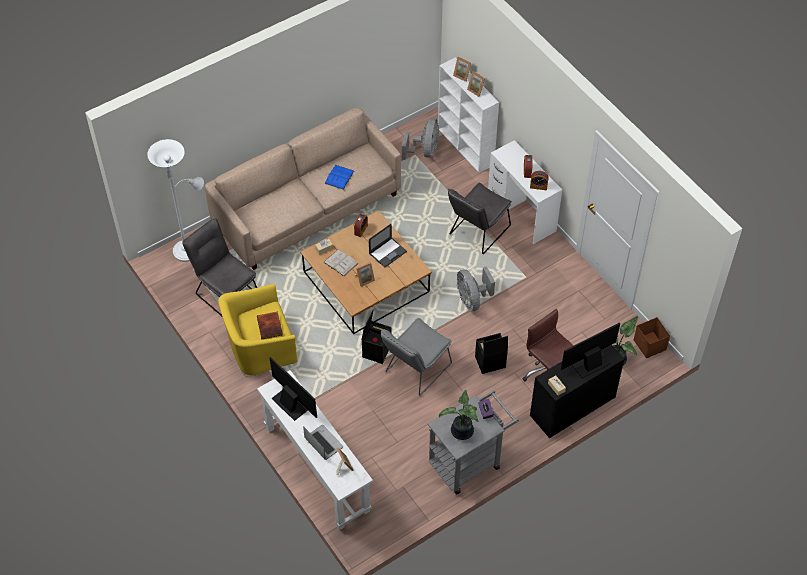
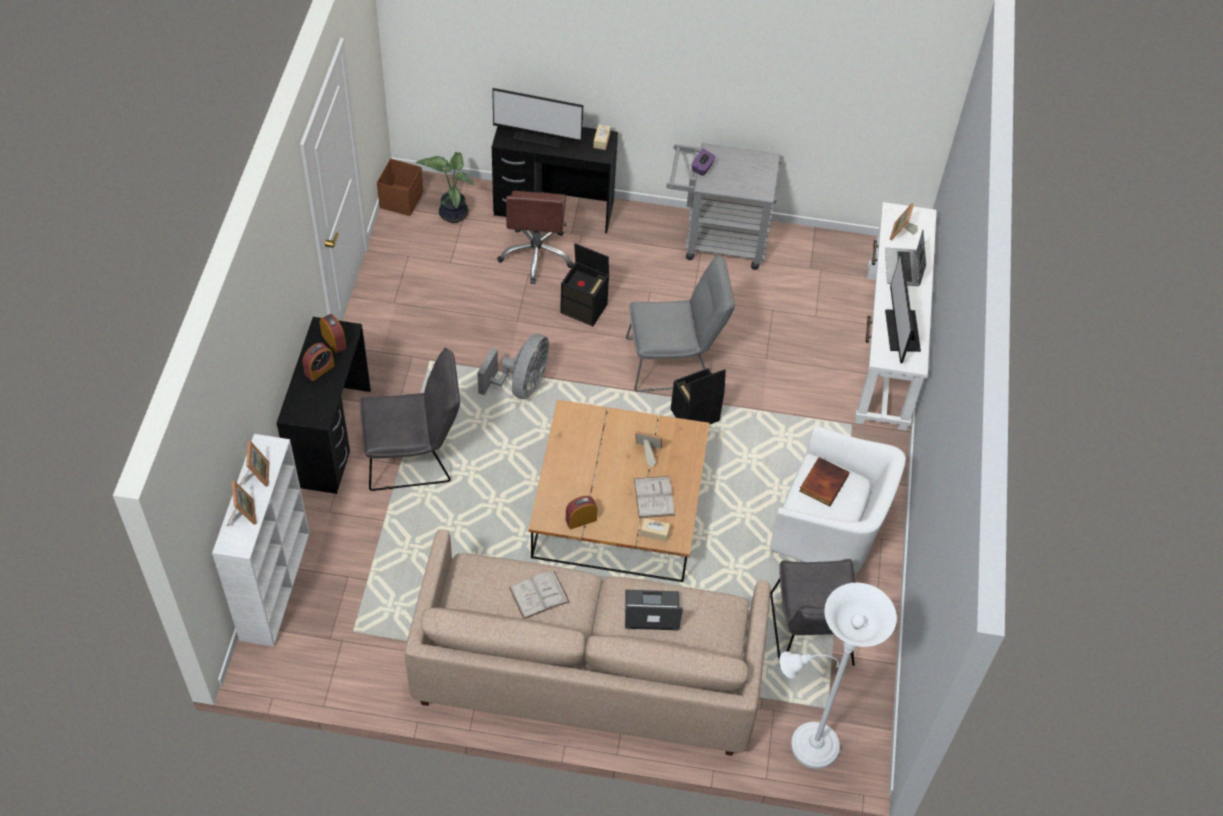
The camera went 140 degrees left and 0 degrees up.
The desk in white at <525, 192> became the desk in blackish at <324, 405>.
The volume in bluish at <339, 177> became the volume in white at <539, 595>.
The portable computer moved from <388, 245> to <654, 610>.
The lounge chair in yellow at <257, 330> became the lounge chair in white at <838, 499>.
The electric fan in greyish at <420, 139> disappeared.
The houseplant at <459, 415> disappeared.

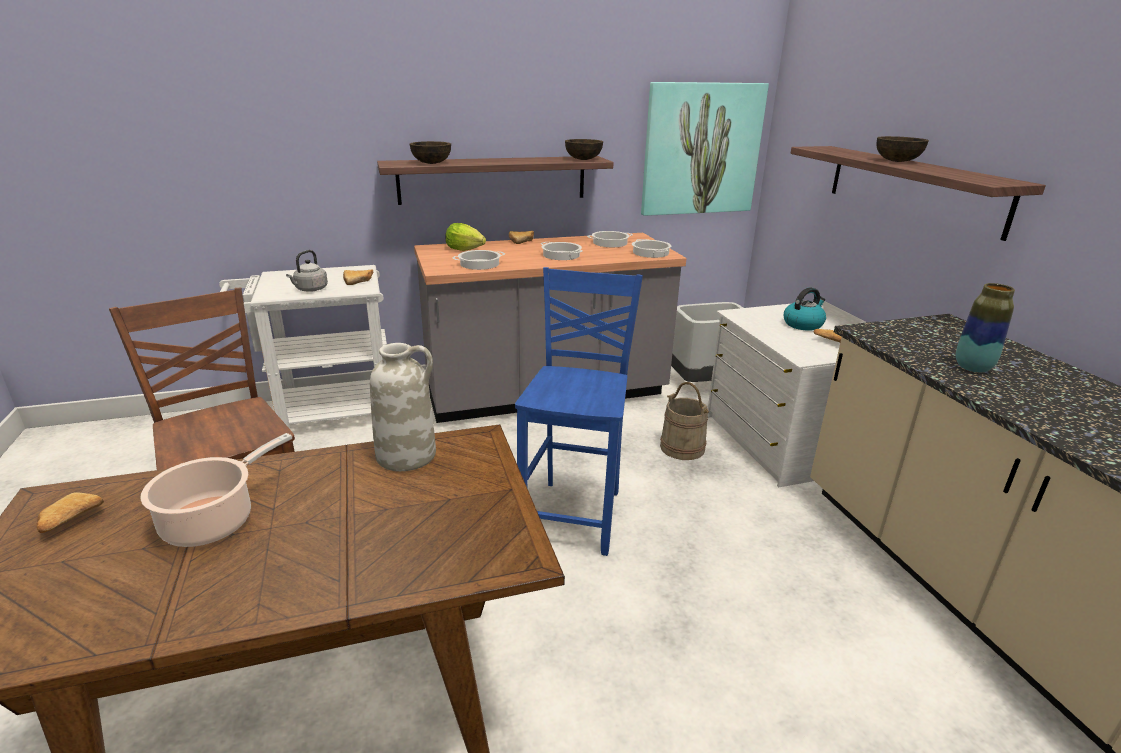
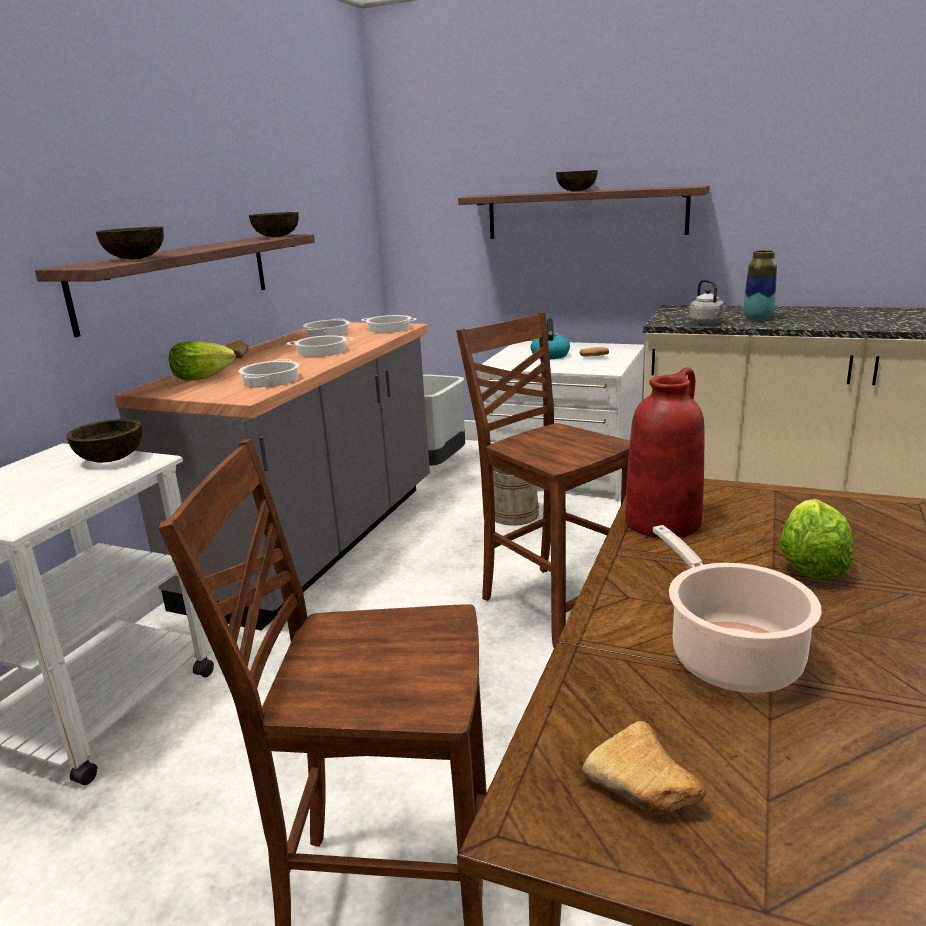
The camera went 50 degrees left and 5 degrees down.
The bakery bread at <358, 277> was replaced by the deep dish in brownish at <104, 441>.
The plain chair in bluish at <579, 411> became the plain chair in brownish at <543, 480>.
The decorative vase in white at <403, 407> became the decorative vase in reddish at <664, 452>.
The water kettle in greyish moved from <307, 271> to <707, 301>.
The lettuce head at <817, 539> appeared.
The wall art at <705, 149> disappeared.

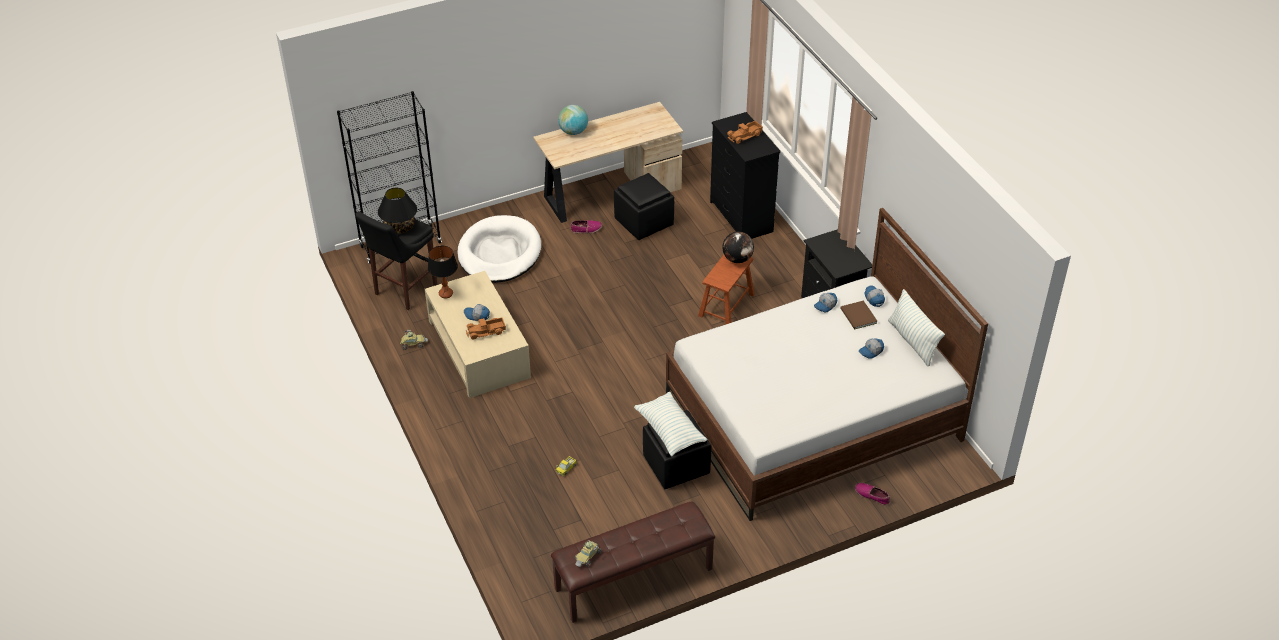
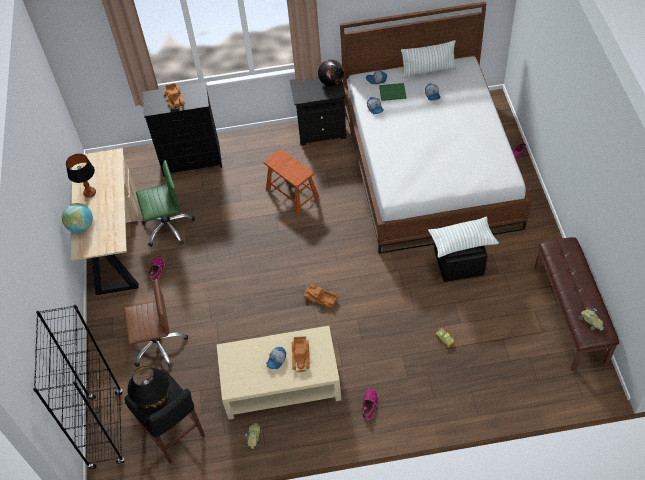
The camera went 70 degrees left and 10 degrees up.
The table lamp moved from <443, 272> to <81, 176>.
The dog bed in white at <499, 249> was replaced by the office chair in brownish at <156, 323>.
The footrest in blackish at <644, 206> was replaced by the office chair in greenish at <165, 203>.
The model truck at <321, 296> appeared.
The desk globe moved from <738, 247> to <331, 73>.
The shoe at <370, 404> appeared.
The volume in brownish at <858, 314> became the volume in greenish at <392, 92>.

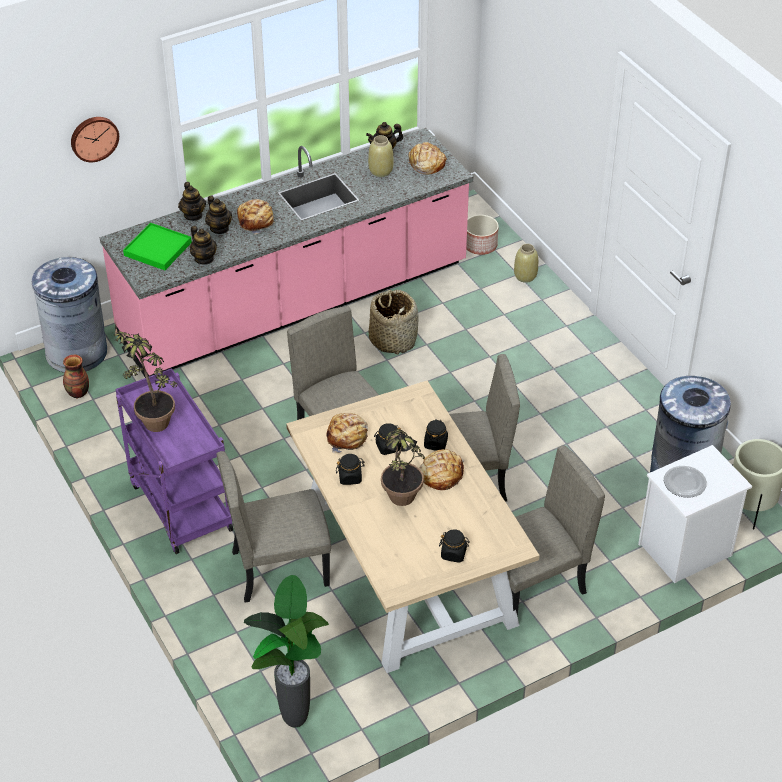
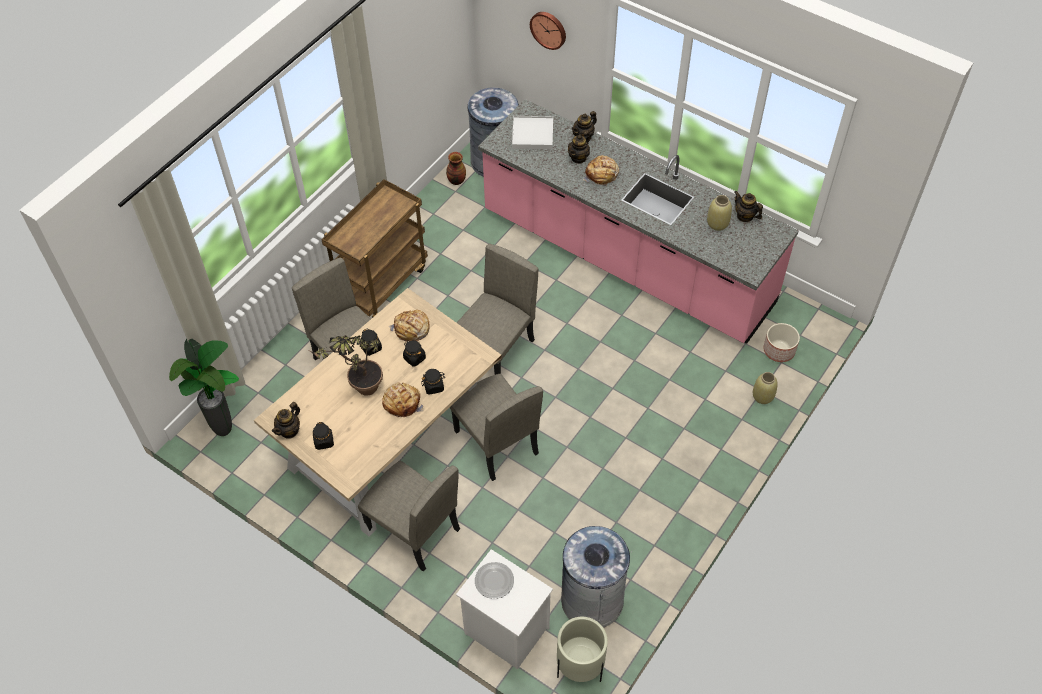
The camera went 65 degrees right and 10 degrees up.
The tea pot moved from <203, 245> to <286, 420>.
The wheeled cart in purple-coloured at <175, 461> became the wheeled cart in brownish at <374, 248>.
The tray in greenish at <157, 246> became the tray in white at <532, 132>.
The houseplant at <145, 376> disappeared.
The basket at <394, 322> disappeared.
The bakery bread at <427, 158> disappeared.

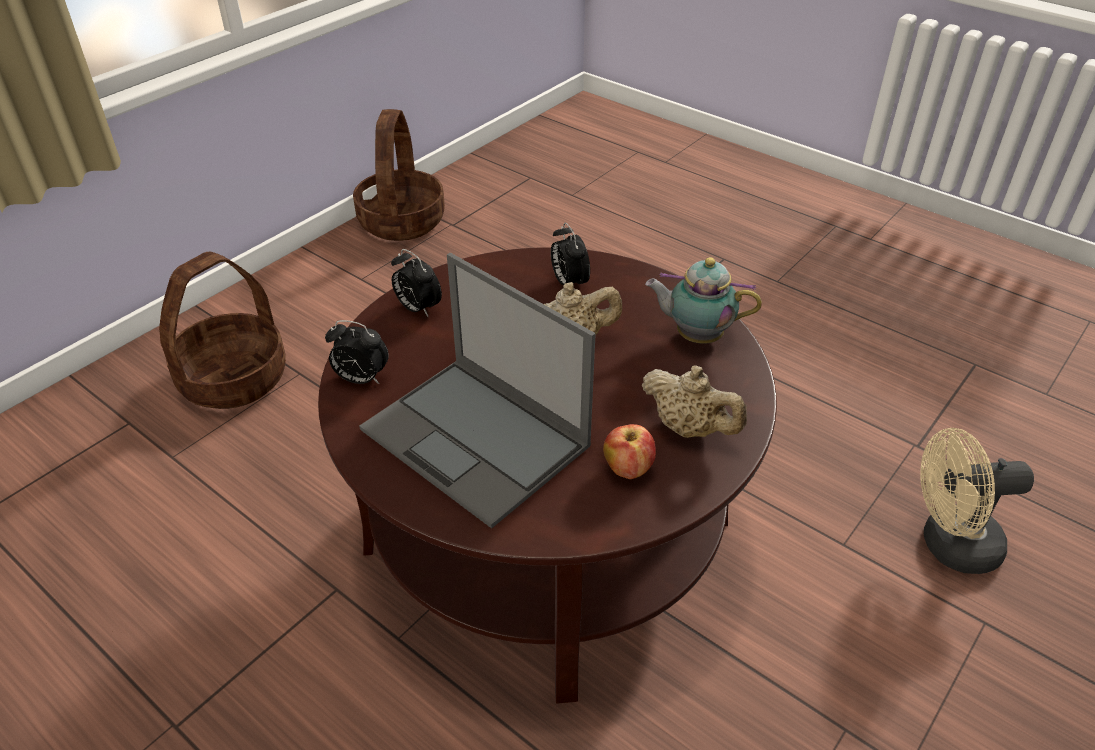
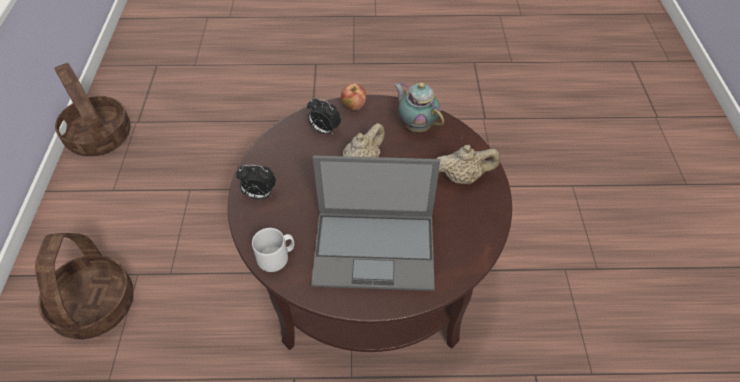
The camera went 40 degrees left and 10 degrees up.
The alarm clock at <357, 352> was replaced by the tea mug in greyish at <273, 250>.
The apple fruit moved from <629, 451> to <353, 97>.
The tea pot at <703, 300> turned 75 degrees clockwise.
The electric fan in sand-coloured at <977, 501> disappeared.

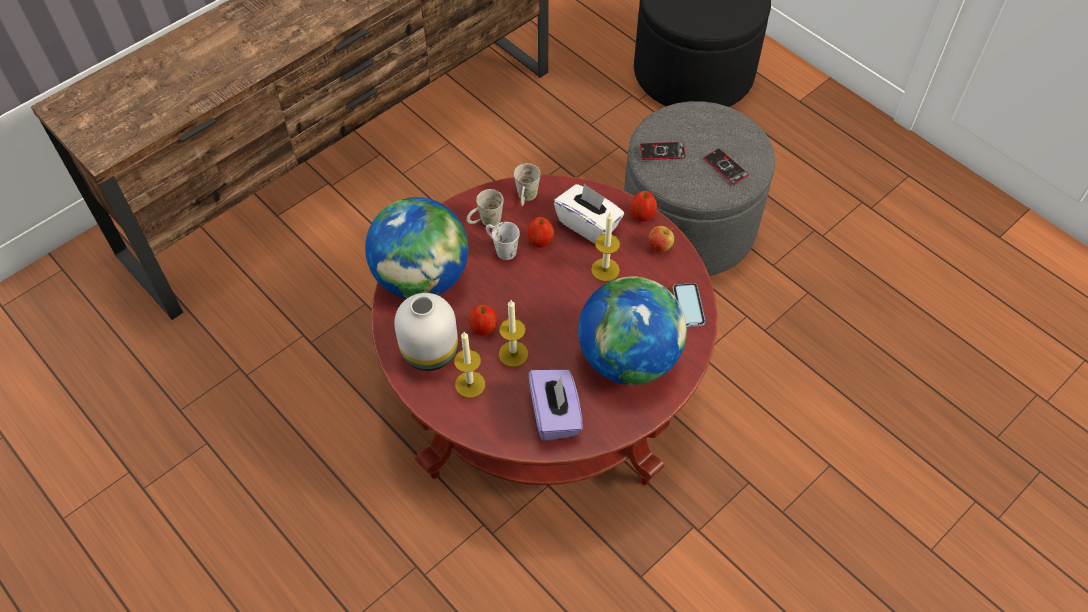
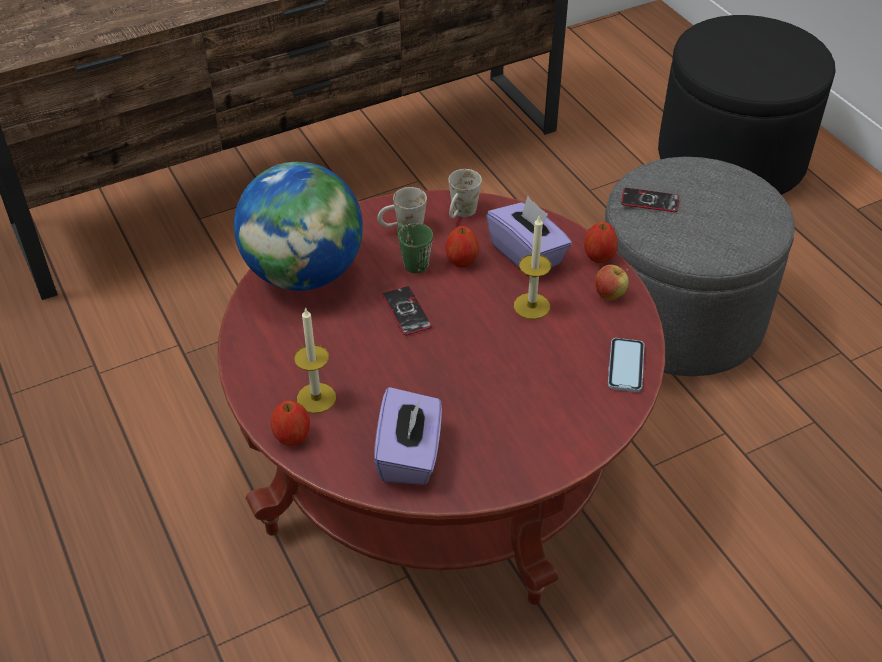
The camera went 15 degrees right and 10 degrees down.
The apple fruit moved from <483, 320> to <290, 423>.
The handset moved from <726, 166> to <407, 310>.
The tea mug in white at <503, 241> became the tea mug in greenish at <415, 248>.
The box of tissues in white at <589, 213> became the box of tissues in purple-coloured at <529, 236>.
The decorative vase in white at <426, 332> disappeared.
The candle at <513, 333> disappeared.
The desk globe at <632, 330> disappeared.

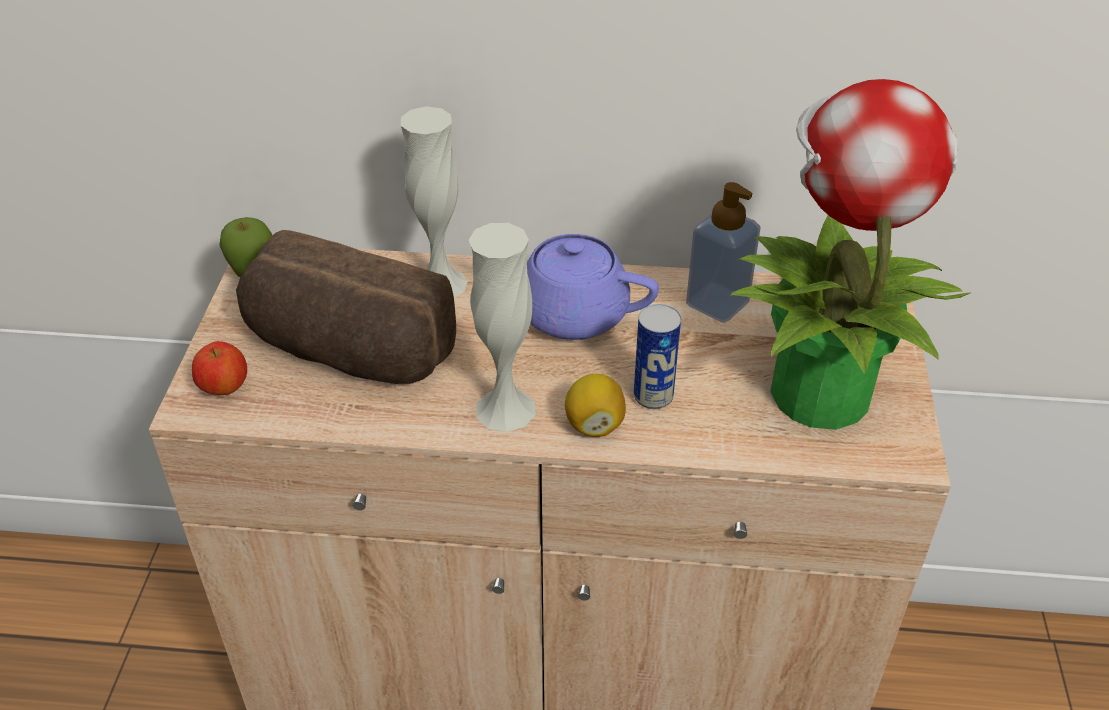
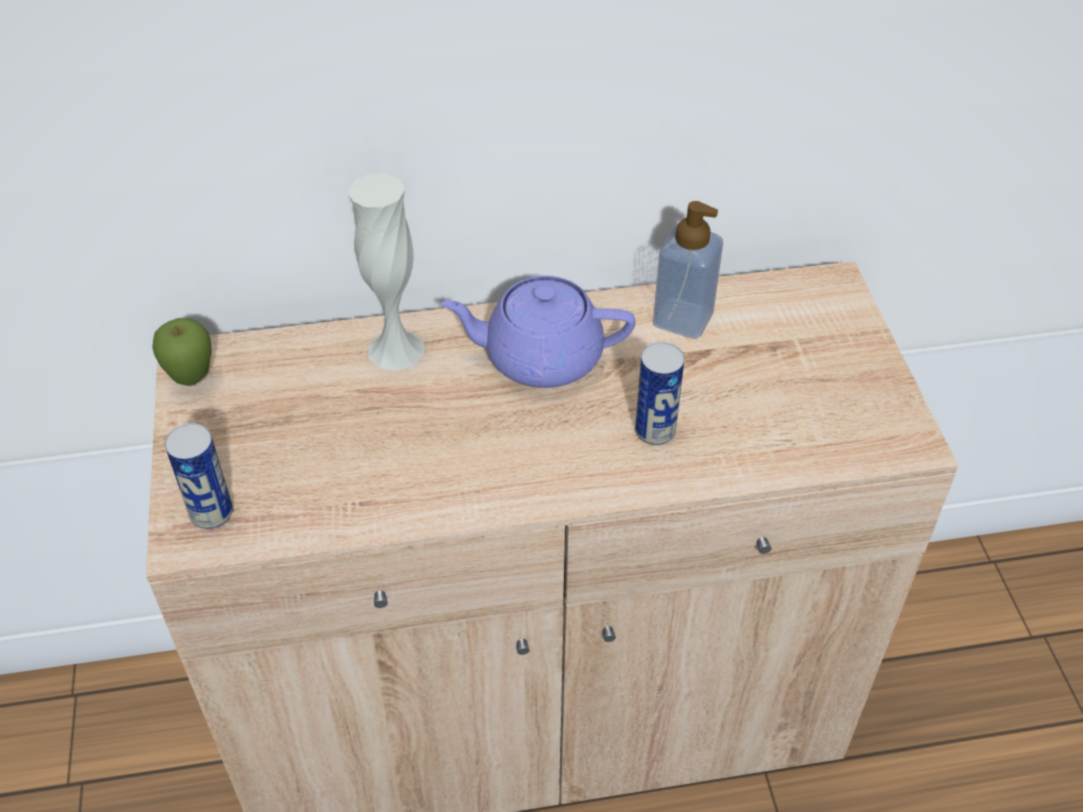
The camera went 15 degrees left and 5 degrees up.
The apple fruit at <219, 368> was replaced by the metal can at <199, 476>.
The bakery bread at <346, 307> disappeared.
The decorative vase in white at <502, 327> disappeared.
The whole lemon at <595, 405> disappeared.
The houseplant at <851, 254> disappeared.

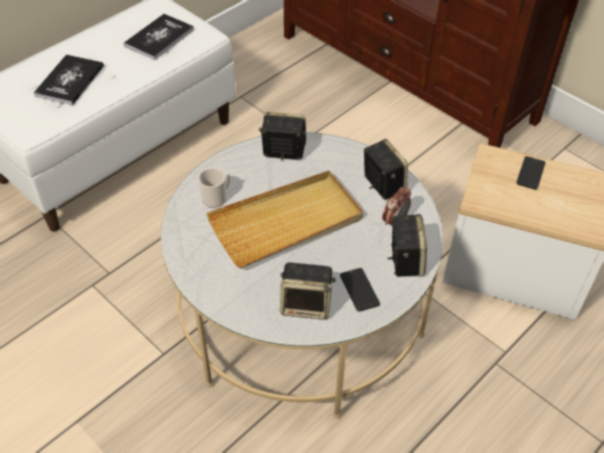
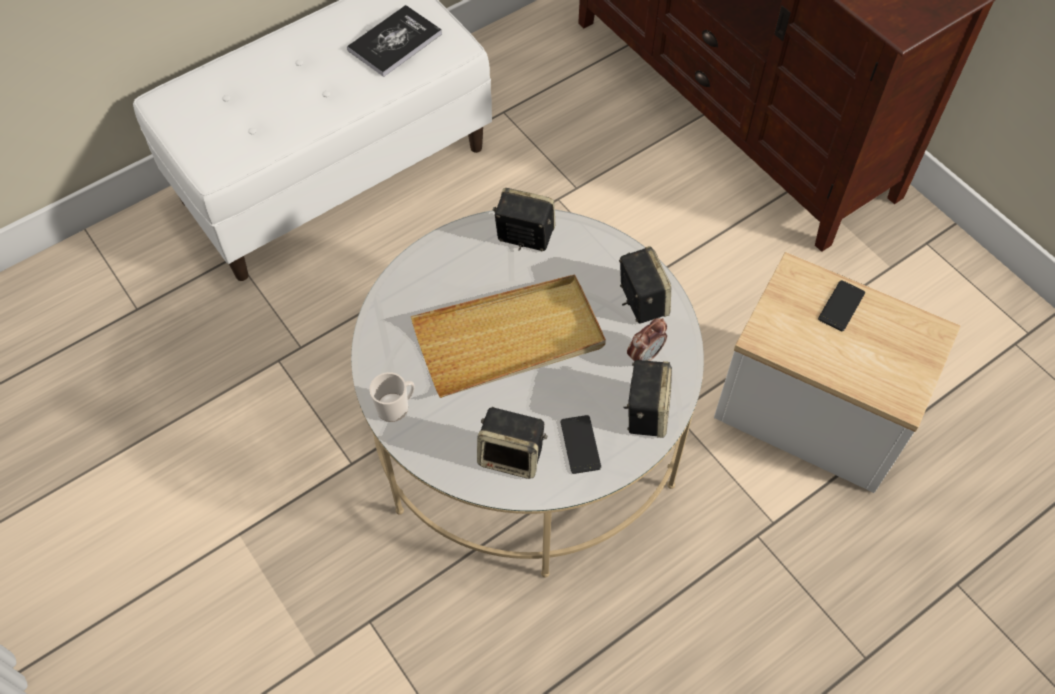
The camera went 10 degrees right and 10 degrees up.
The tea mug moved from <214, 188> to <392, 397>.
The volume at <69, 80> disappeared.

